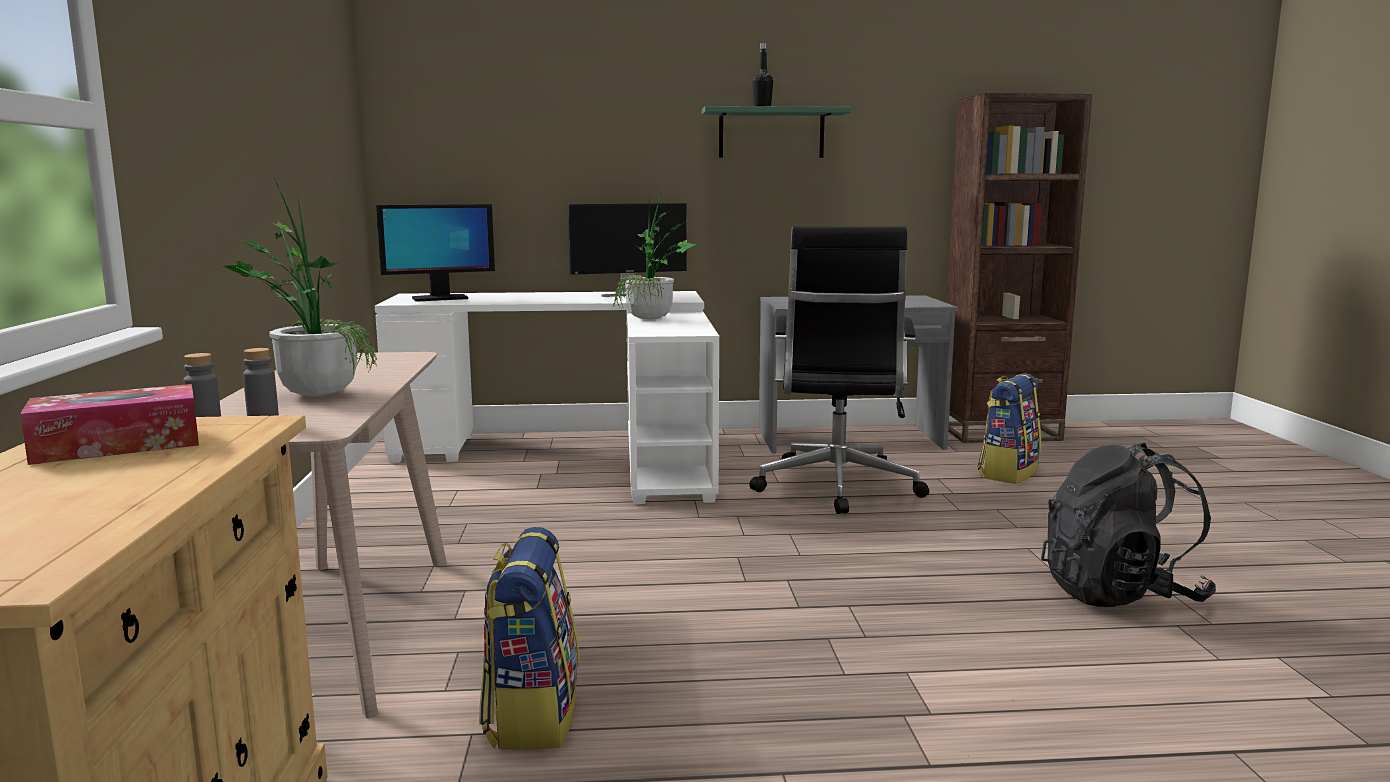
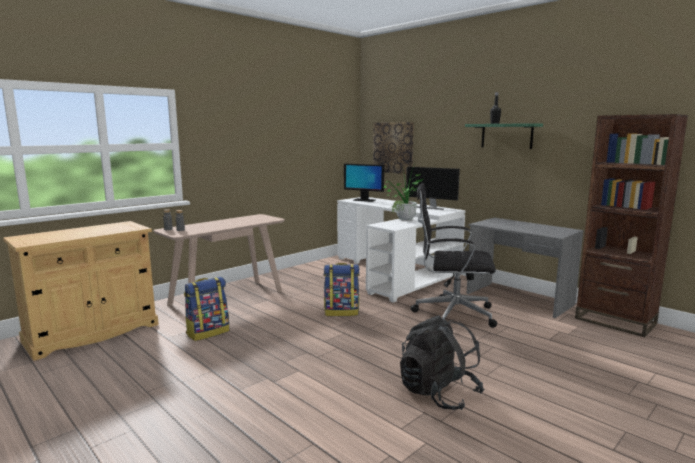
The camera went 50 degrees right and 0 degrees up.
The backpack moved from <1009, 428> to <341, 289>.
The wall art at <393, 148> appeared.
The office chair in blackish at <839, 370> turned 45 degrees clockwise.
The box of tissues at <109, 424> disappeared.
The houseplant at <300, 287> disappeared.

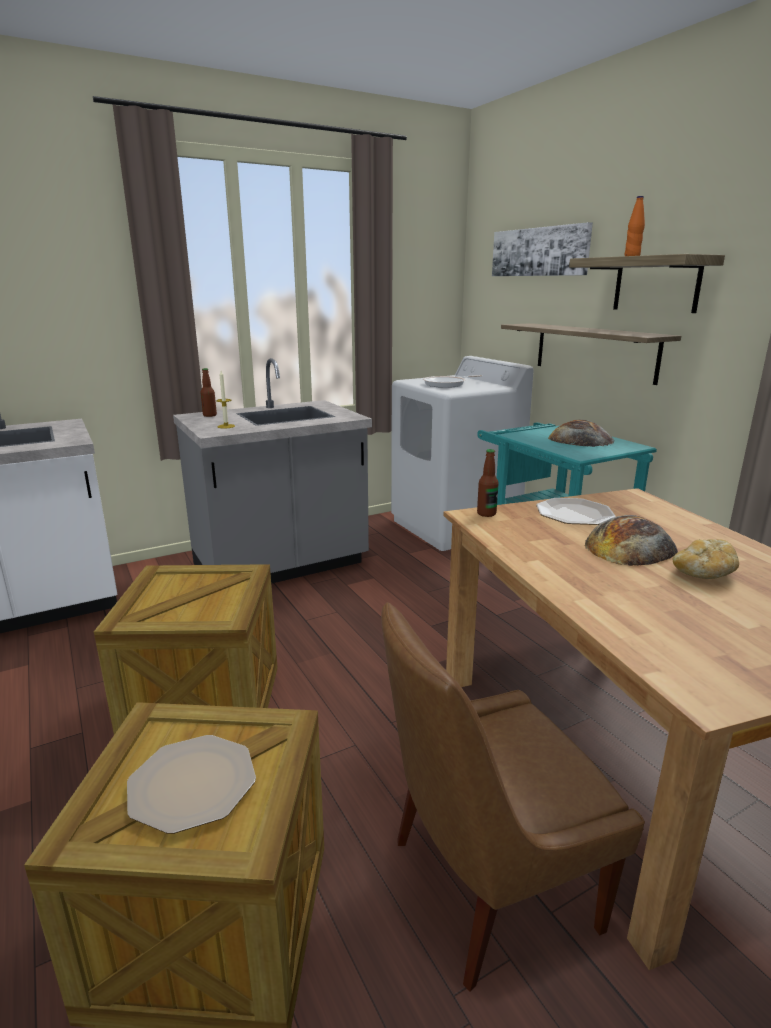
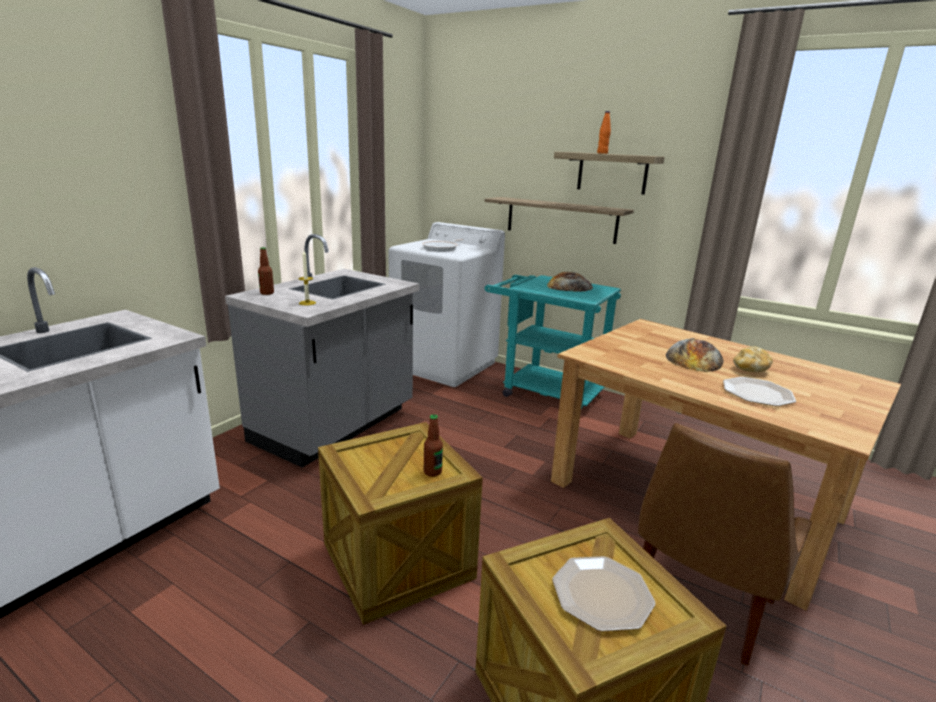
The camera went 30 degrees left and 0 degrees up.
The drink bottle moved from <488, 483> to <433, 445>.
The flat dish moved from <576, 511> to <759, 391>.
The wall art at <542, 249> disappeared.

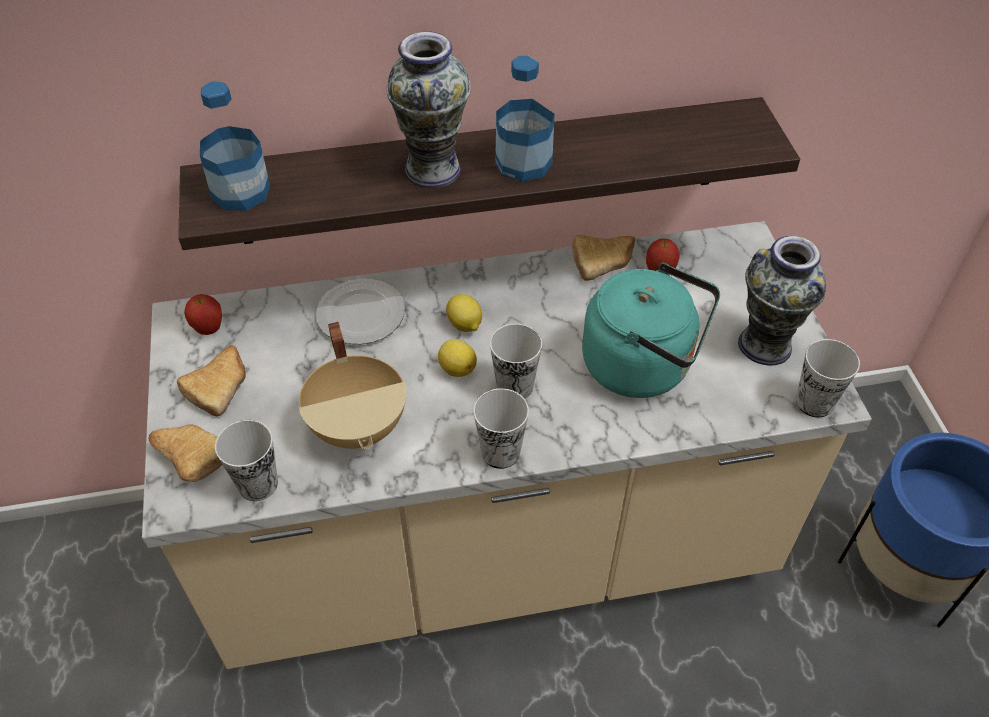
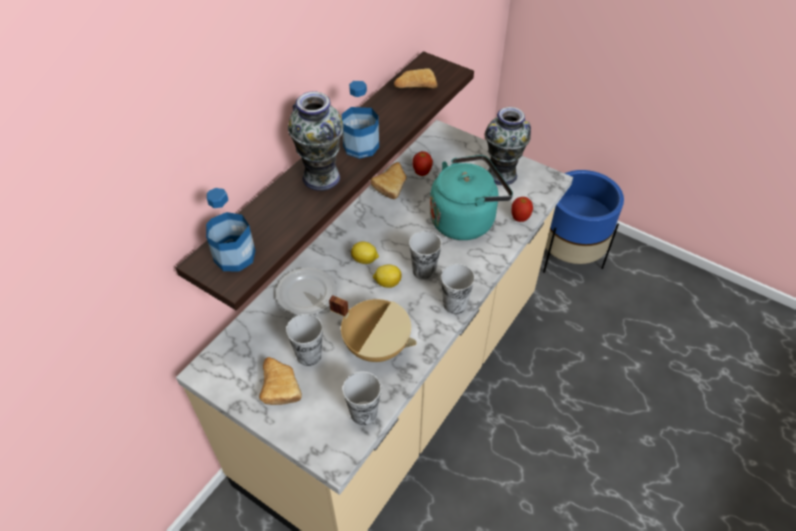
The camera went 45 degrees left and 0 degrees up.
The drinking cup moved from <828, 378> to <304, 340>.
The bakery bread moved from <185, 453> to <415, 78>.
The apple fruit moved from <203, 314> to <522, 209>.

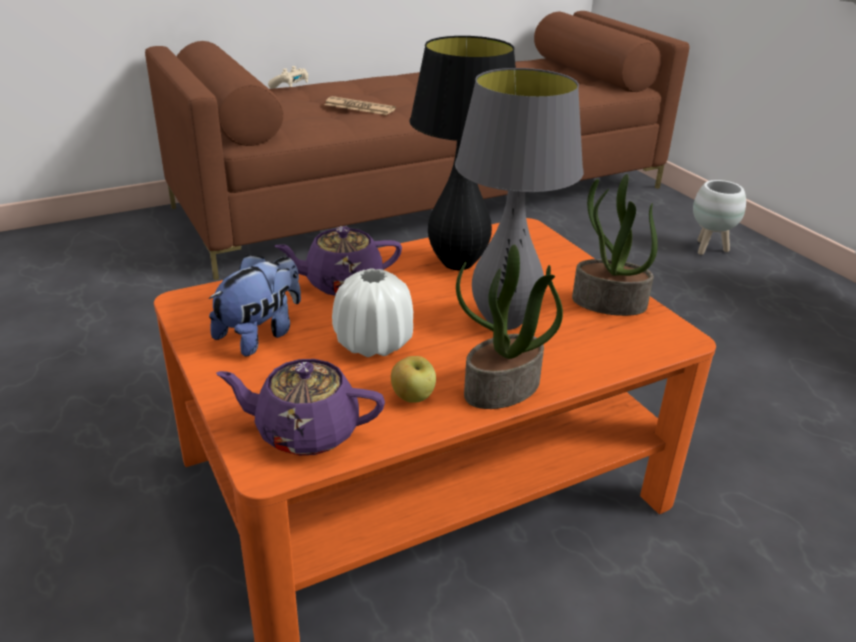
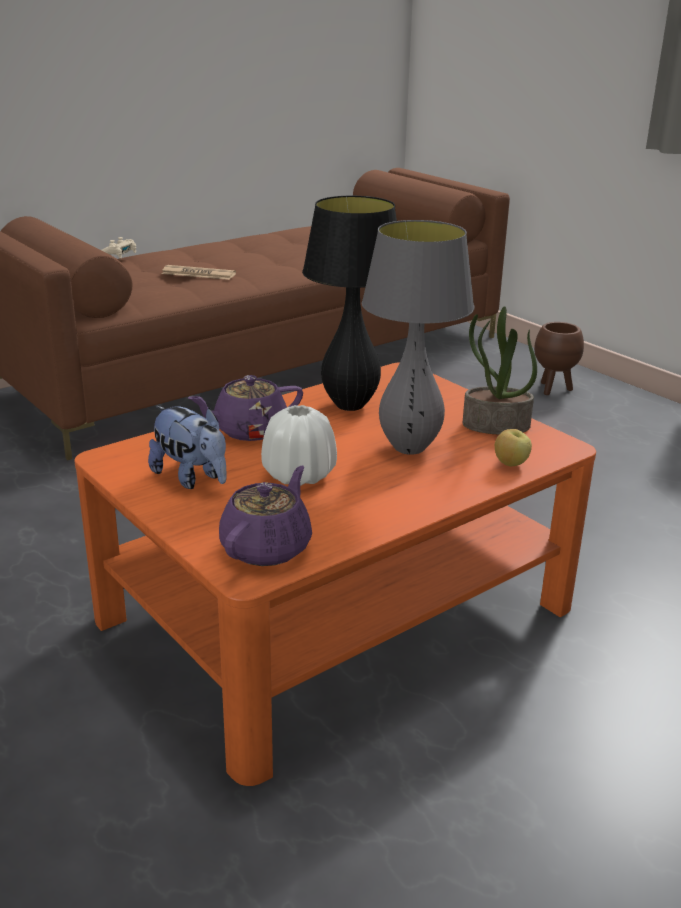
The camera went 10 degrees left and 5 degrees down.
The cuddly toy at <255, 305> turned 105 degrees clockwise.
The tea pot in purple-coloured at <300, 407> turned 120 degrees clockwise.
The apple fruit moved from <413, 379> to <513, 447>.
The planter in white at <719, 217> became the planter in brownish at <559, 358>.
The houseplant at <509, 327> disappeared.

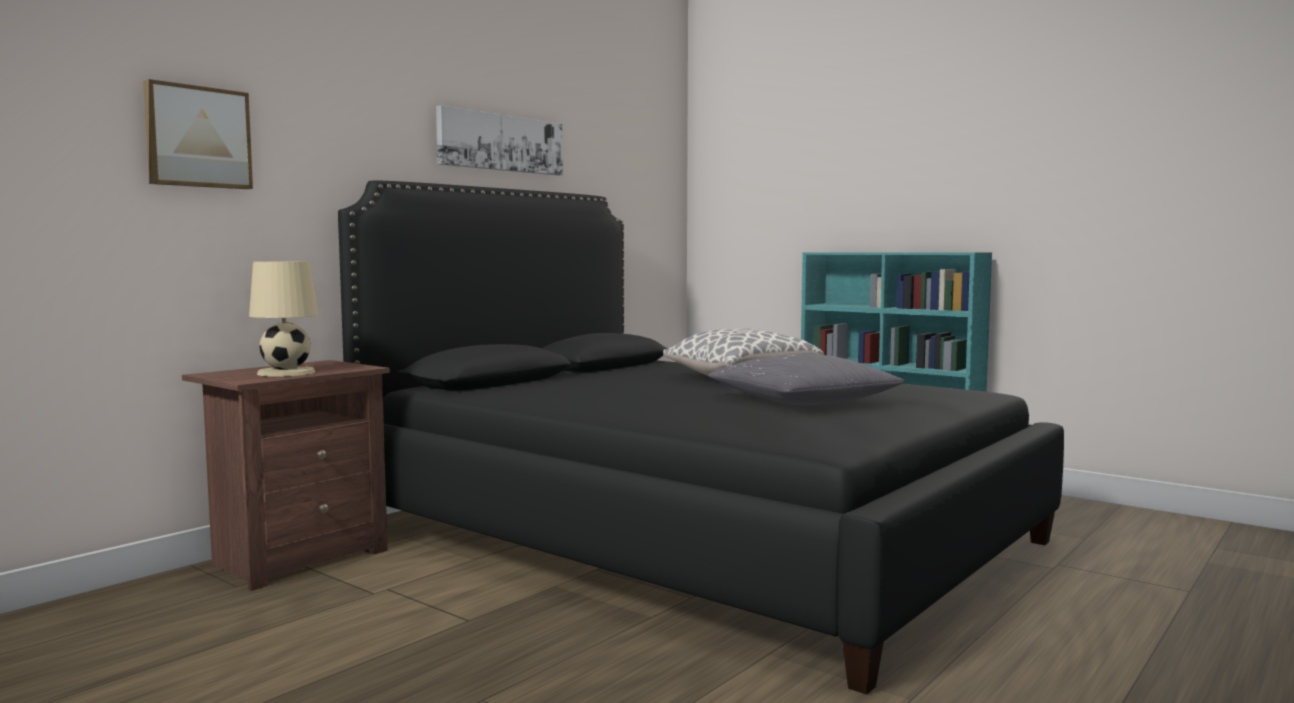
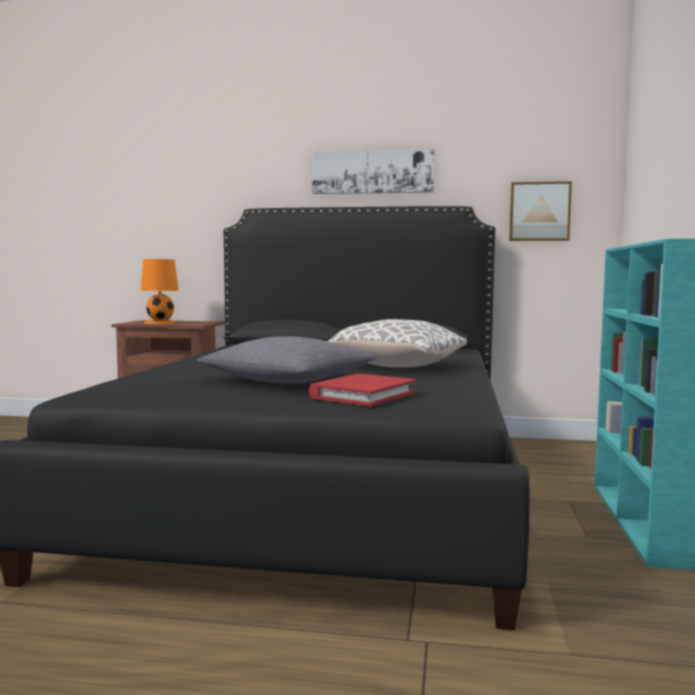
The camera went 60 degrees right and 0 degrees up.
The table lamp in sand-coloured at <283, 319> became the table lamp in orange-coloured at <160, 291>.
The volume in reddish at <362, 390> appeared.
The wall art moved from <198, 134> to <540, 211>.

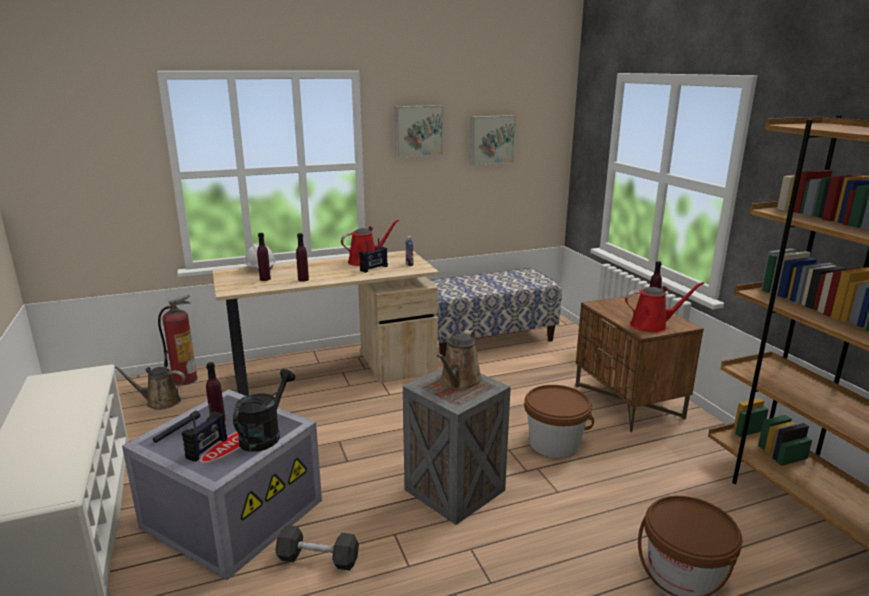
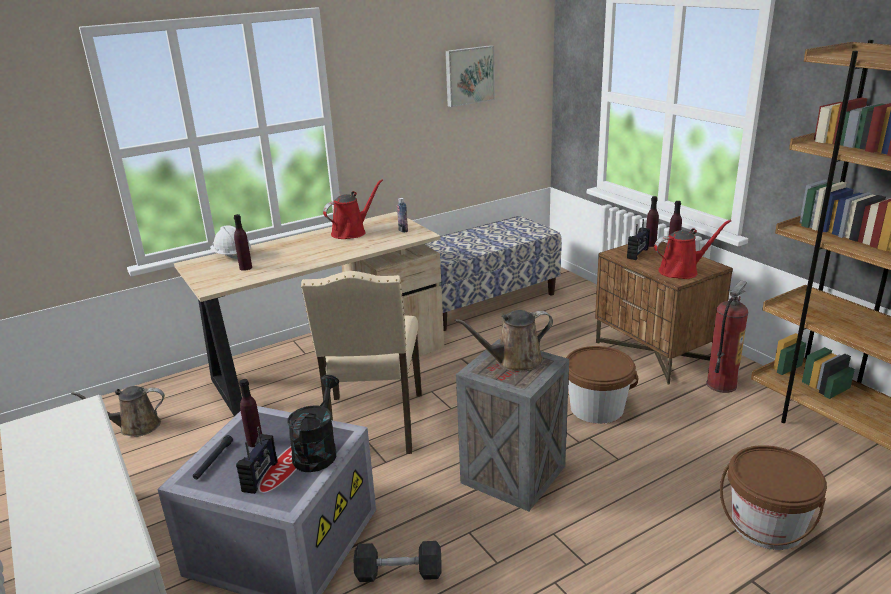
The camera went 10 degrees left and 5 degrees up.
The plain chair in sand-coloured at <361, 362> appeared.
The watering can in brownish at <459, 360> turned 60 degrees clockwise.
The radio set moved from <373, 255> to <638, 239>.
The drink bottle in purple-coloured moved from <302, 257> to <652, 221>.
The fire-fighting cylinder moved from <178, 340> to <727, 337>.
The wall art at <419, 131> disappeared.

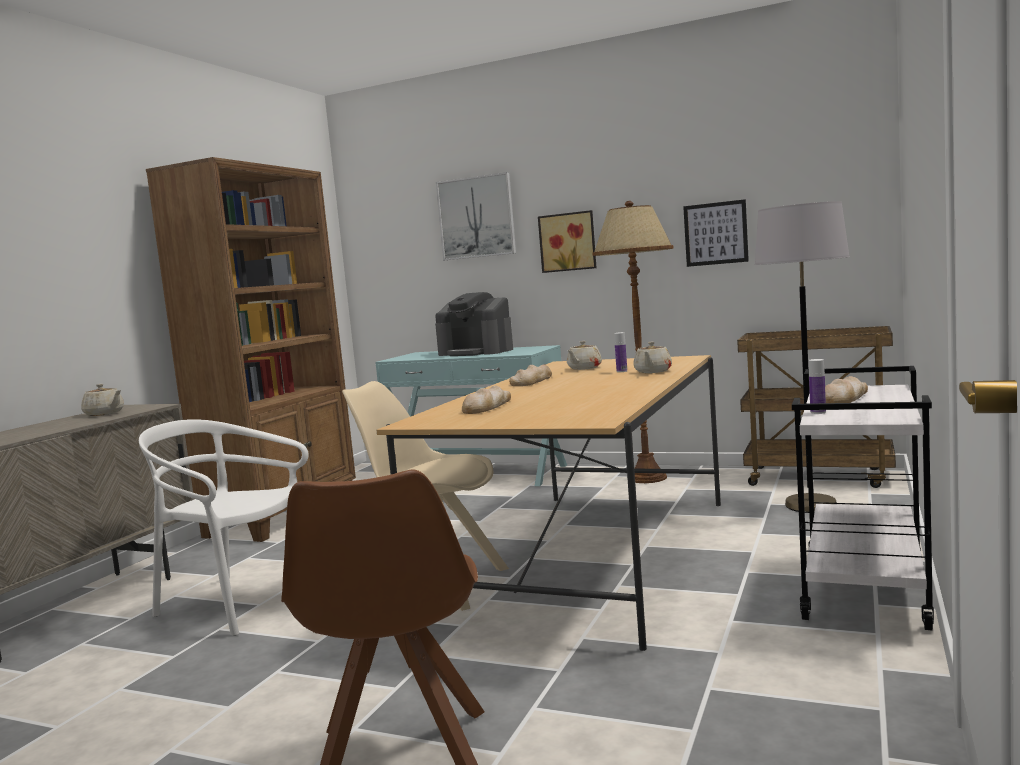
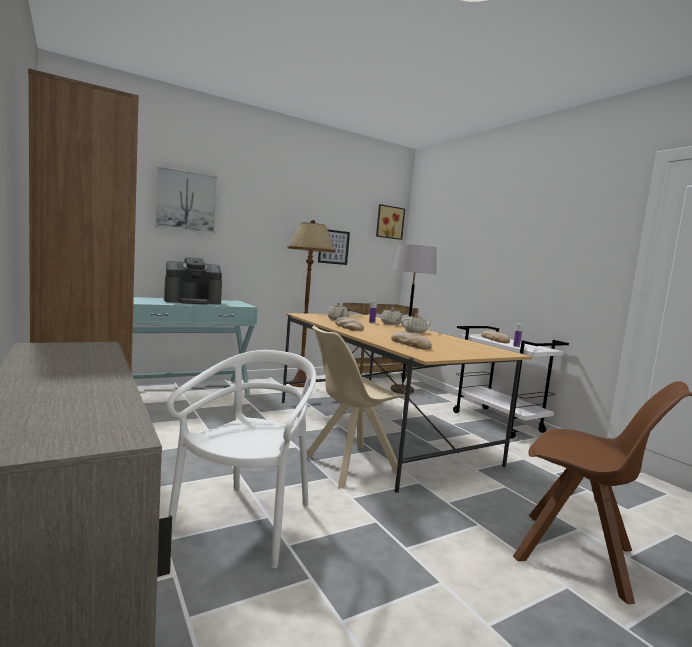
The camera went 55 degrees left and 0 degrees up.
The plain chair in white at <224, 527> turned 135 degrees clockwise.
The wall art moved from <567, 241> to <390, 222>.
The tea pot in sand-coloured moved from <102, 400> to <417, 323>.

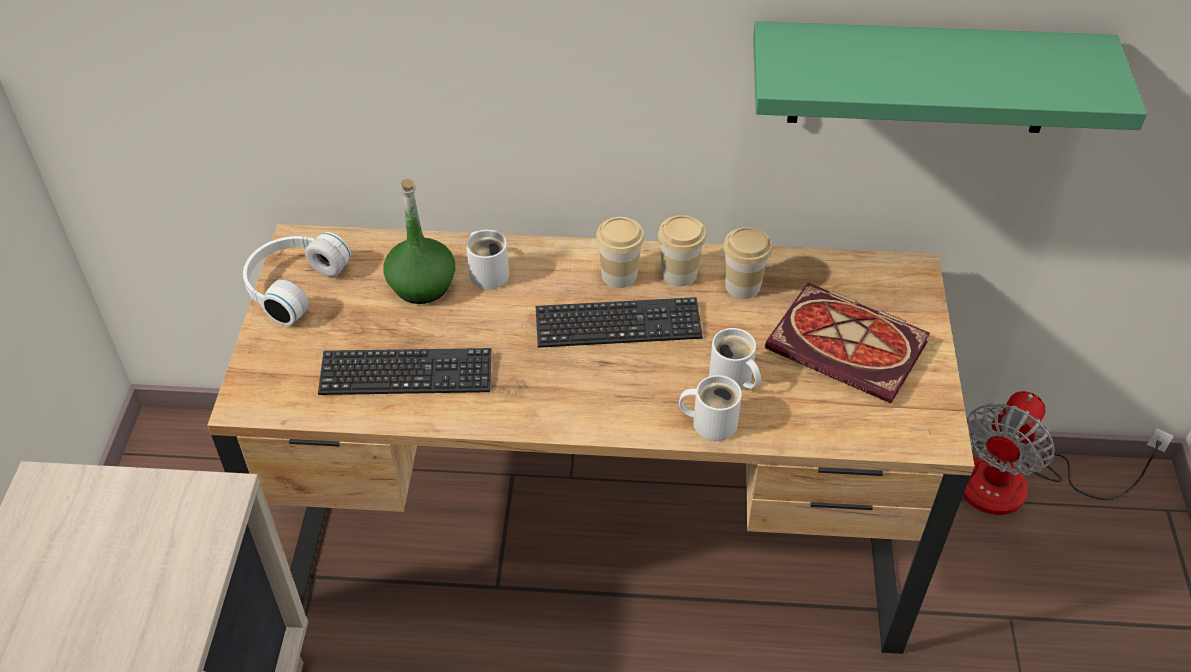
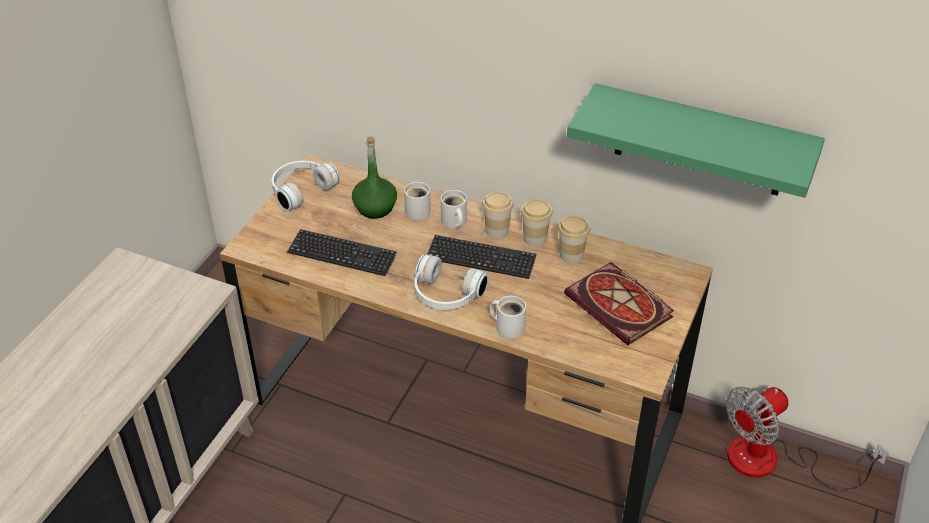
The camera went 20 degrees right and 5 degrees down.
The headset in white at <451, 282> appeared.
The tea mug in white moved from <735, 359> to <454, 209>.

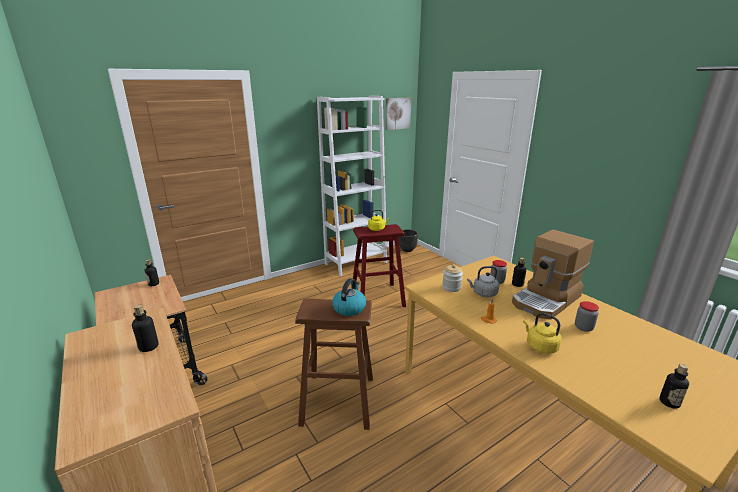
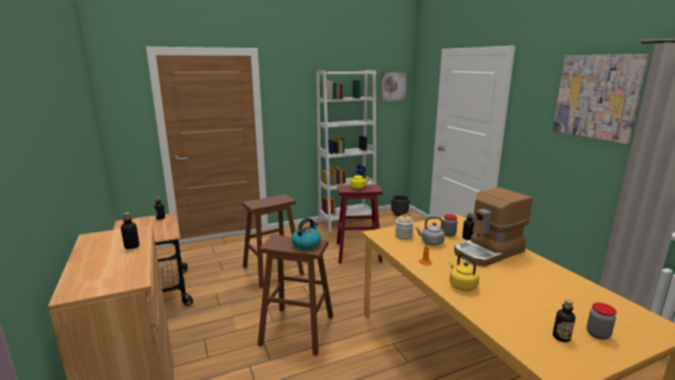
The camera went 10 degrees right and 5 degrees down.
The sitting stool in brownish at <273, 241> appeared.
The wall art at <601, 99> appeared.
The preserve jar moved from <587, 316> to <602, 321>.

